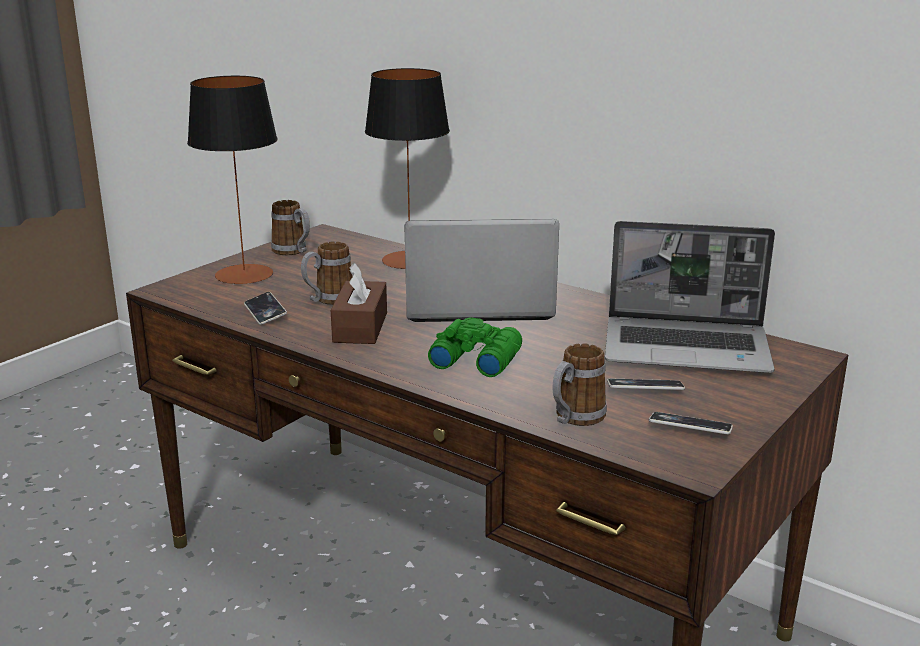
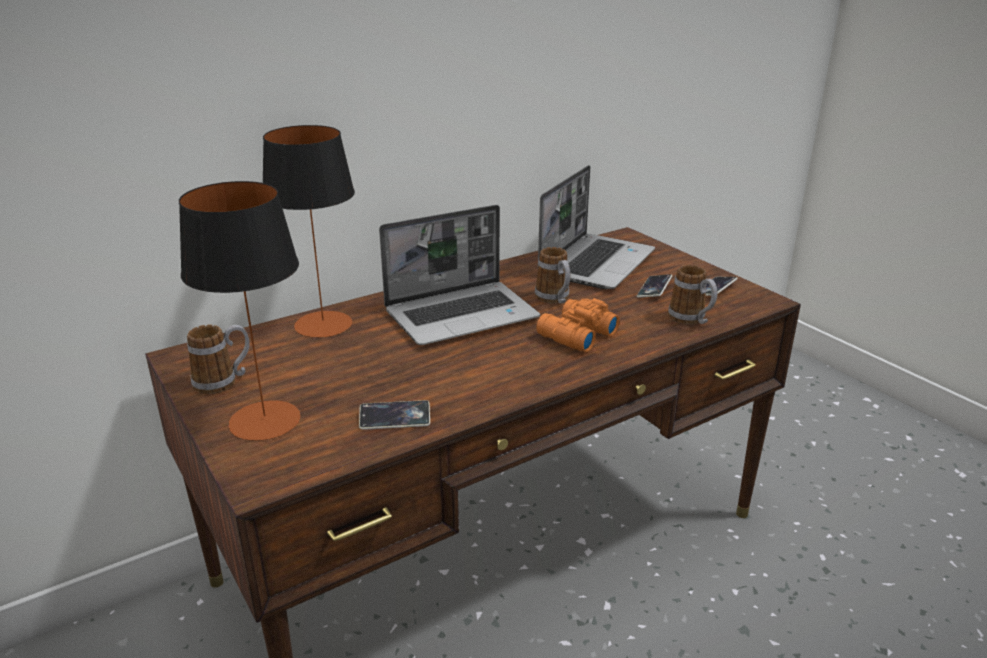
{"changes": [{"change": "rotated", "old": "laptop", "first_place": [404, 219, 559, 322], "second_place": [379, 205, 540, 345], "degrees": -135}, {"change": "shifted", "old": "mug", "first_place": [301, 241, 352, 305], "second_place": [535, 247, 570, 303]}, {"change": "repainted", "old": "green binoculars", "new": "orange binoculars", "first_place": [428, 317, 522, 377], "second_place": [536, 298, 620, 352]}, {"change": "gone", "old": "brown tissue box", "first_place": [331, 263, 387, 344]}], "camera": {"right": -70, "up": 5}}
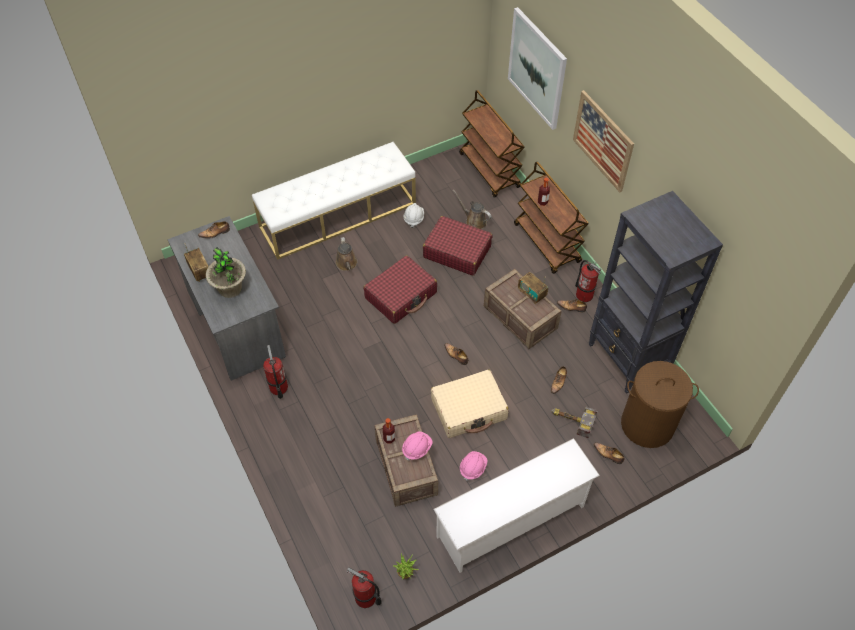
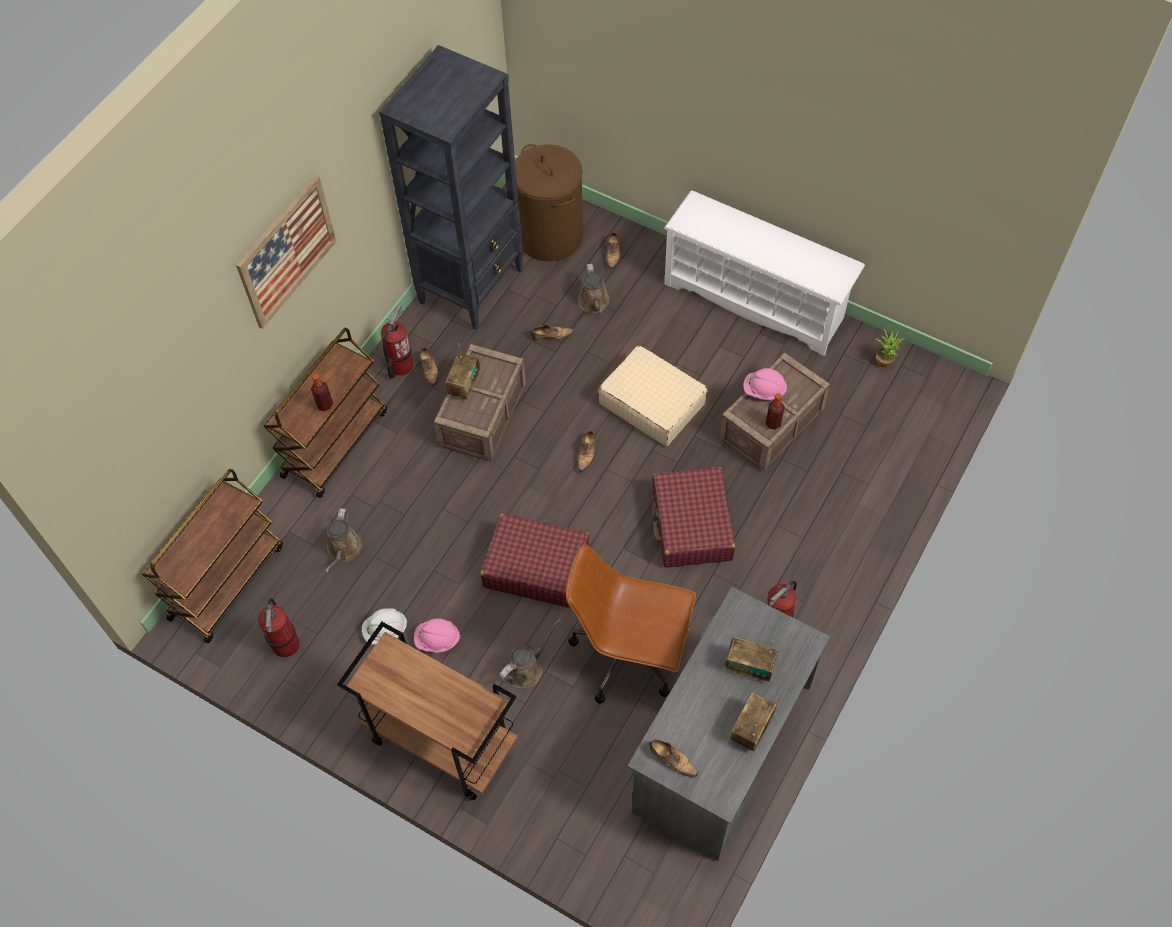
{"changes": [{"change": "shifted", "old": "fire extinguisher", "first_place": [347, 567, 382, 608], "second_place": [258, 598, 300, 657]}, {"change": "swapped", "old": "white bench", "new": "brown cart", "first_place": [252, 142, 416, 260], "second_place": [337, 621, 517, 800]}, {"change": "shifted", "old": "pink hard hat", "first_place": [460, 451, 488, 481], "second_place": [414, 618, 460, 653]}, {"change": "new", "new": "brown office chair", "second_place": [566, 544, 696, 704]}, {"change": "swapped", "old": "hammer", "new": "brown watering can", "first_place": [551, 407, 598, 439], "second_place": [578, 264, 610, 313]}, {"change": "shifted", "old": "red suitcase", "first_place": [423, 216, 492, 276], "second_place": [652, 467, 736, 568]}, {"change": "swapped", "old": "potted plant", "new": "radio", "first_place": [206, 247, 246, 298], "second_place": [724, 637, 778, 682]}, {"change": "gone", "old": "picture", "first_place": [508, 7, 567, 130]}], "camera": {"right": -120, "up": 5}}
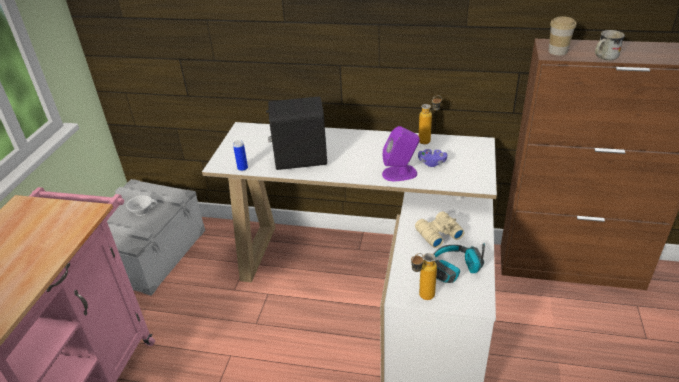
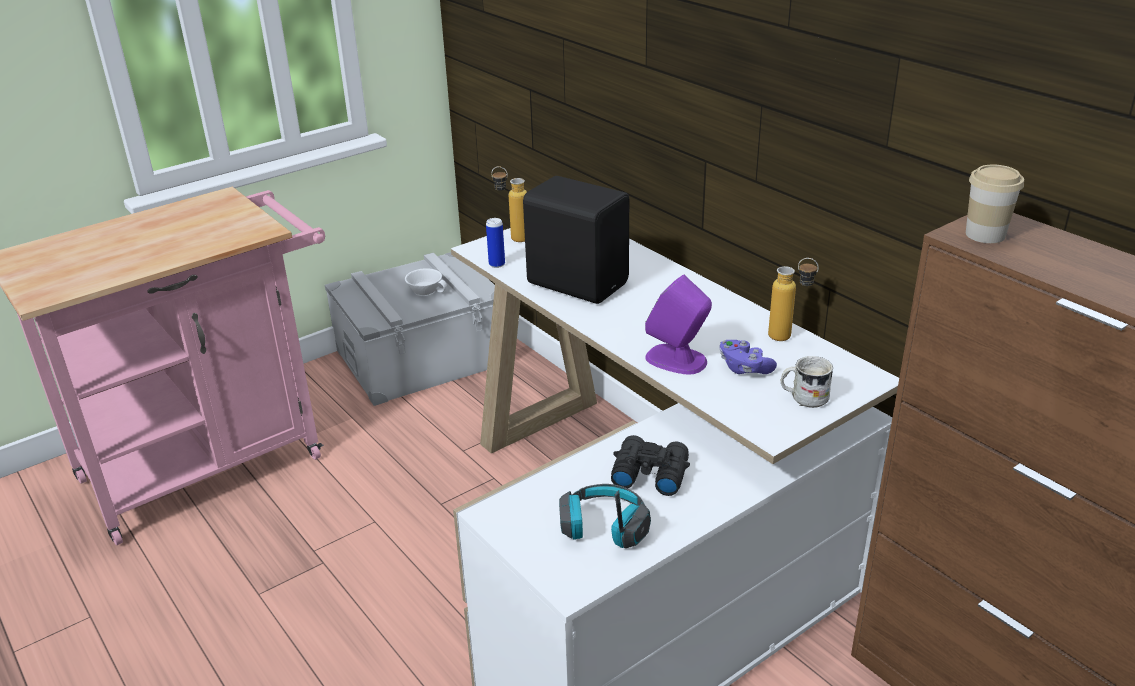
{"changes": [{"change": "shifted", "old": "bottle", "first_place": [411, 253, 437, 300], "second_place": [492, 166, 527, 242]}, {"change": "repainted", "old": "beige binoculars", "new": "black binoculars", "first_place": [415, 211, 464, 248], "second_place": [611, 435, 690, 496]}, {"change": "shifted", "old": "white mug", "first_place": [595, 30, 625, 61], "second_place": [781, 356, 833, 408]}], "camera": {"right": 40, "up": -5}}
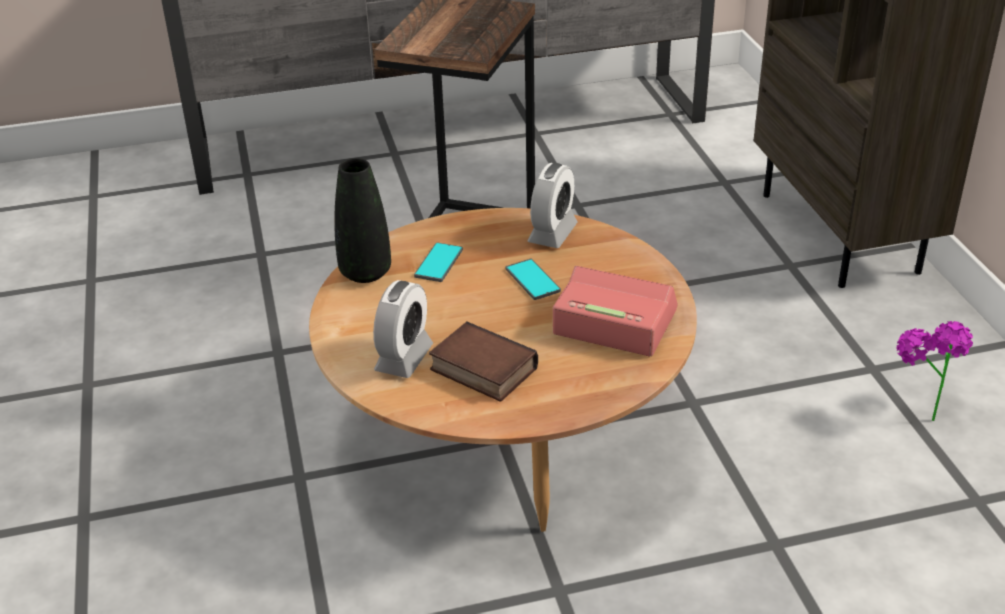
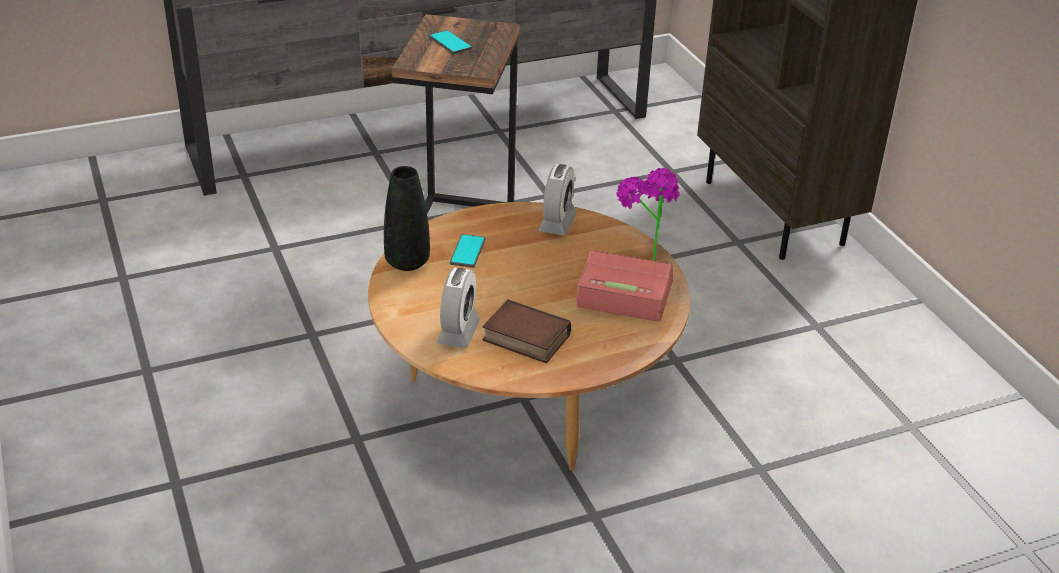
{"changes": [{"change": "shifted", "old": "phone", "first_place": [506, 259, 561, 300], "second_place": [429, 30, 472, 54]}, {"change": "shifted", "old": "potted plant", "first_place": [897, 321, 973, 421], "second_place": [617, 168, 680, 261]}], "camera": {"right": -10, "up": 0}}
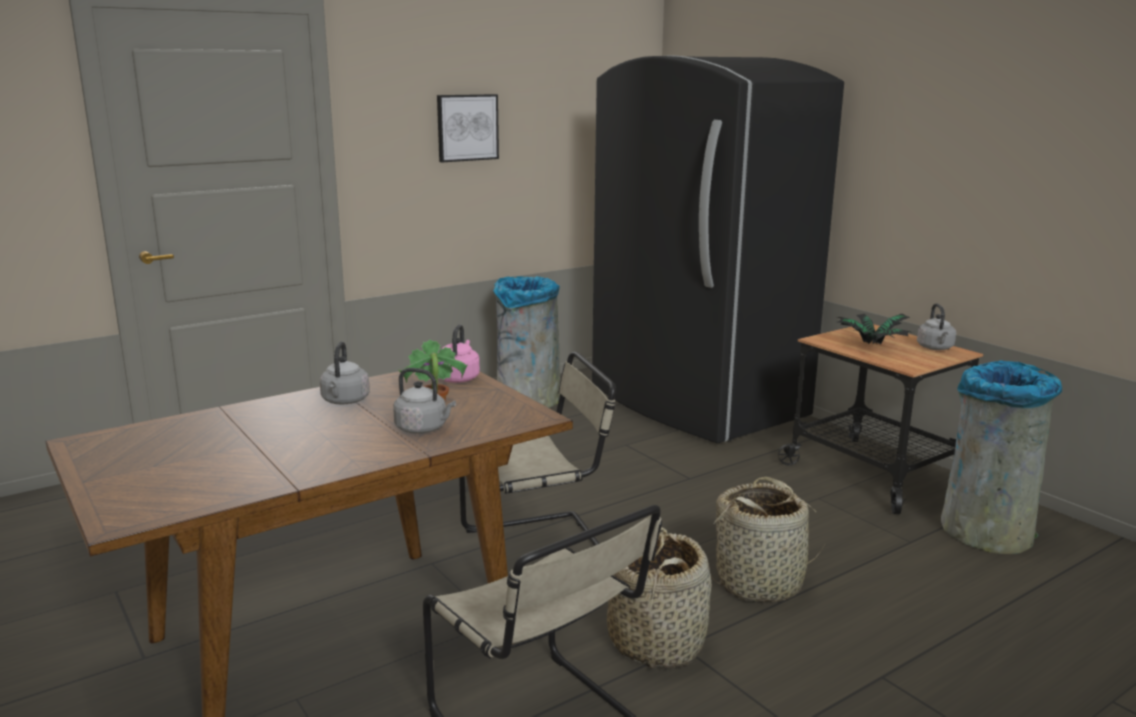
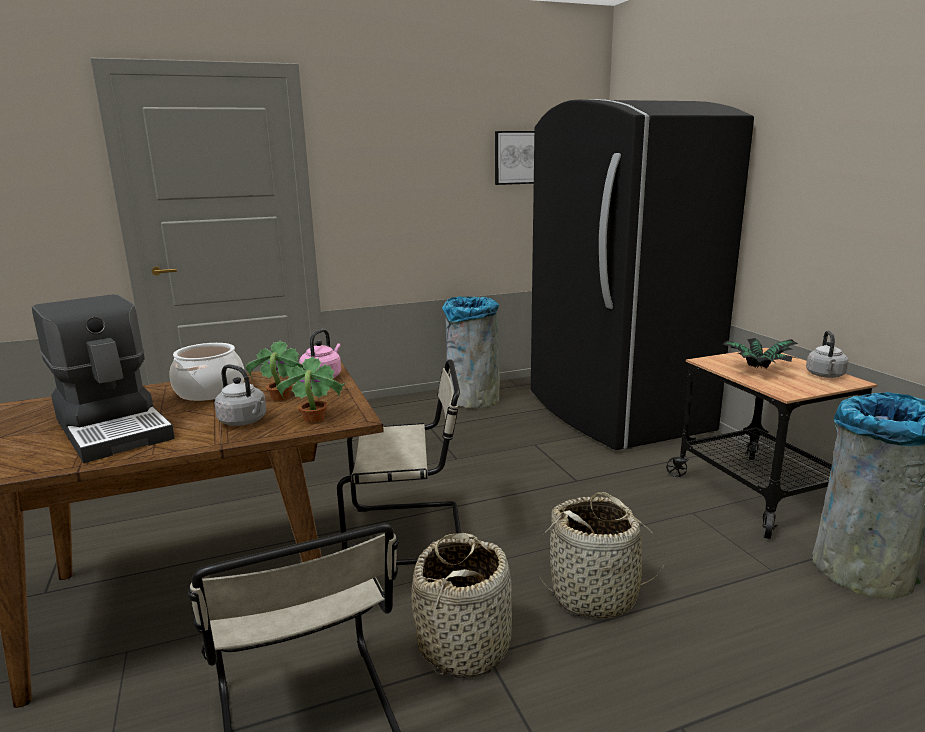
{"changes": [{"change": "new", "new": "coffee machine", "second_place": [32, 294, 175, 463]}, {"change": "swapped", "old": "grey kettle", "new": "cooking pot", "first_place": [320, 342, 370, 404], "second_place": [169, 343, 244, 401]}, {"change": "new", "new": "potted plant", "second_place": [276, 357, 346, 423]}, {"change": "shifted", "old": "picture", "first_place": [437, 94, 499, 162], "second_place": [495, 131, 534, 185]}], "camera": {"right": 15, "up": 0}}
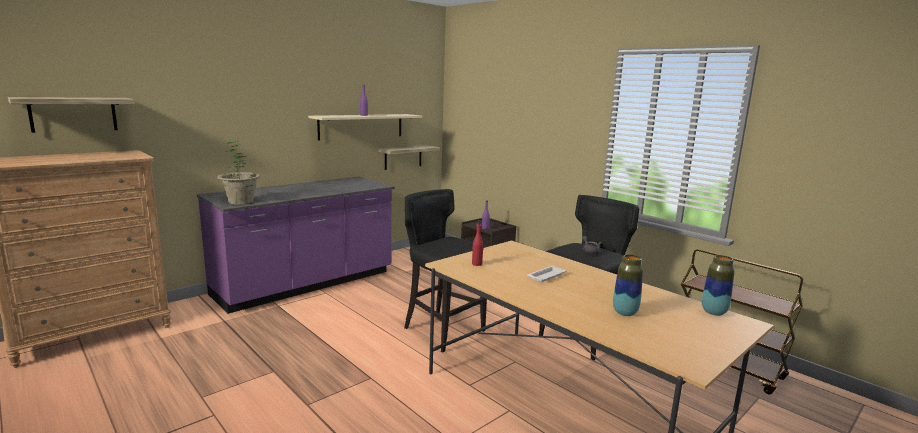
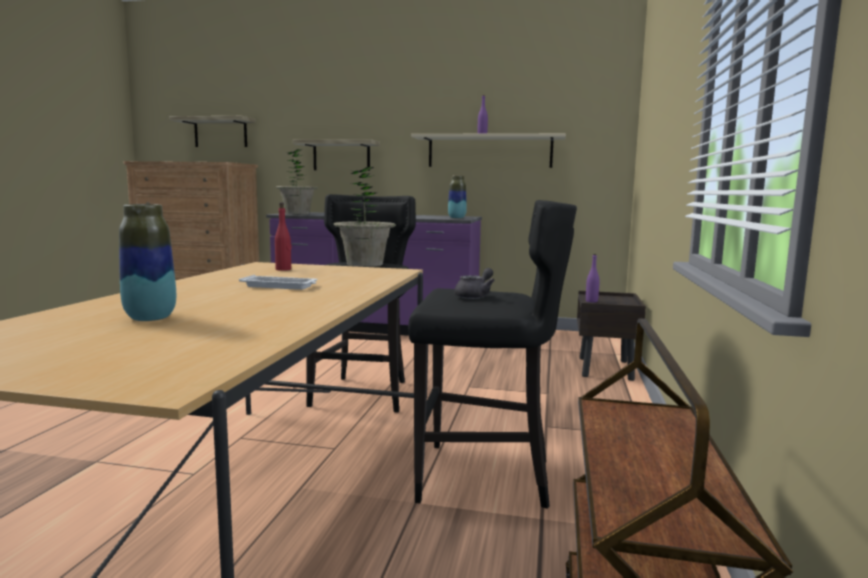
{"changes": [{"change": "shifted", "old": "shelf", "first_place": [378, 145, 440, 170], "second_place": [292, 139, 380, 171]}, {"change": "new", "new": "potted plant", "second_place": [334, 167, 396, 267]}, {"change": "shifted", "old": "vase", "first_place": [702, 255, 735, 316], "second_place": [448, 176, 467, 219]}], "camera": {"right": 55, "up": -5}}
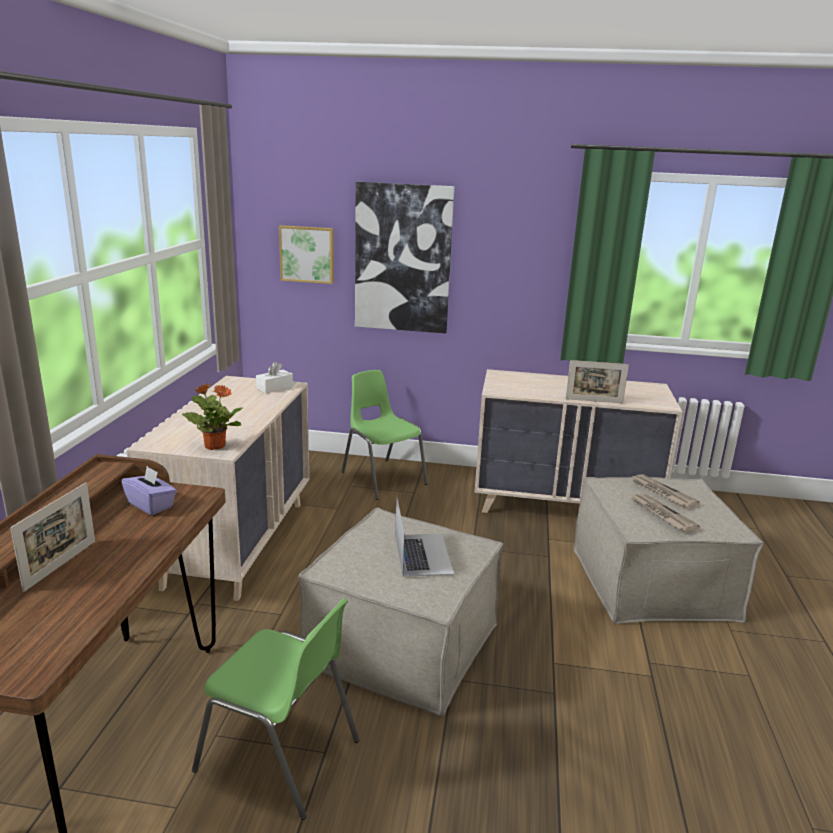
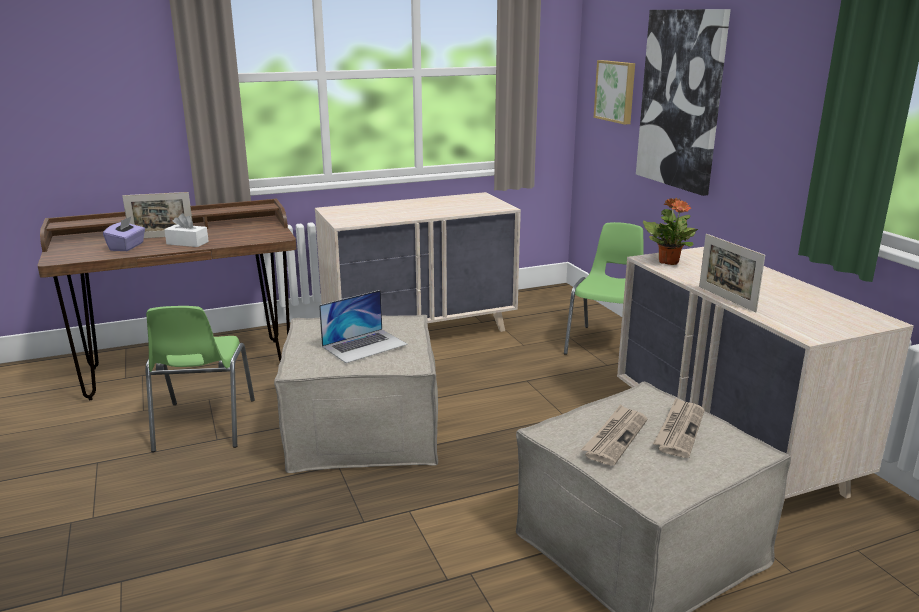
{"changes": [{"change": "shifted", "old": "purple tissue box", "first_place": [121, 466, 176, 515], "second_place": [103, 217, 145, 251]}, {"change": "shifted", "old": "white tissue box", "first_place": [256, 362, 293, 393], "second_place": [164, 213, 209, 247]}, {"change": "shifted", "old": "potted plant", "first_place": [182, 383, 243, 450], "second_place": [643, 198, 698, 265]}], "camera": {"right": 60, "up": 0}}
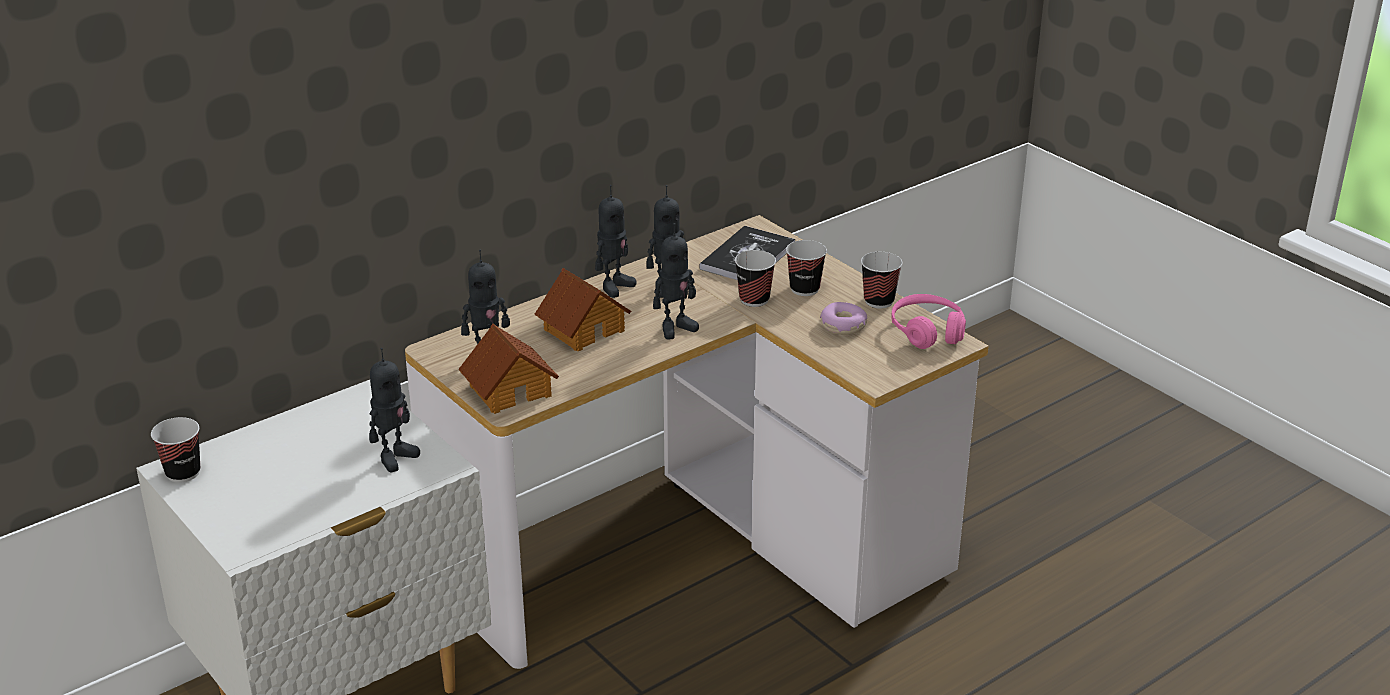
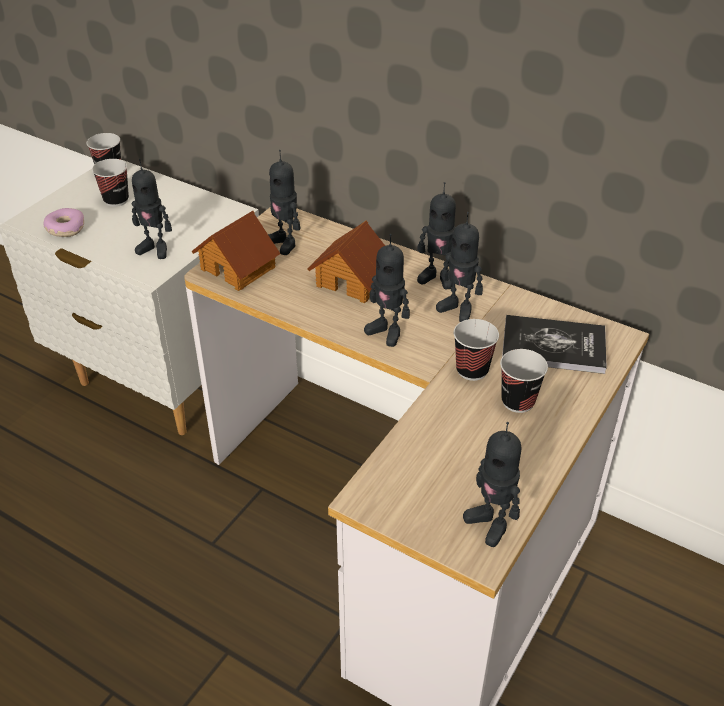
{"changes": [{"change": "shifted", "old": "donut", "first_place": [820, 302, 867, 335], "second_place": [44, 208, 84, 237]}, {"change": "shifted", "old": "cup", "first_place": [861, 252, 902, 308], "second_place": [92, 159, 129, 207]}, {"change": "swapped", "old": "pink headphones", "new": "toy robot", "first_place": [891, 294, 966, 349], "second_place": [463, 422, 521, 547]}], "camera": {"right": 70, "up": 10}}
